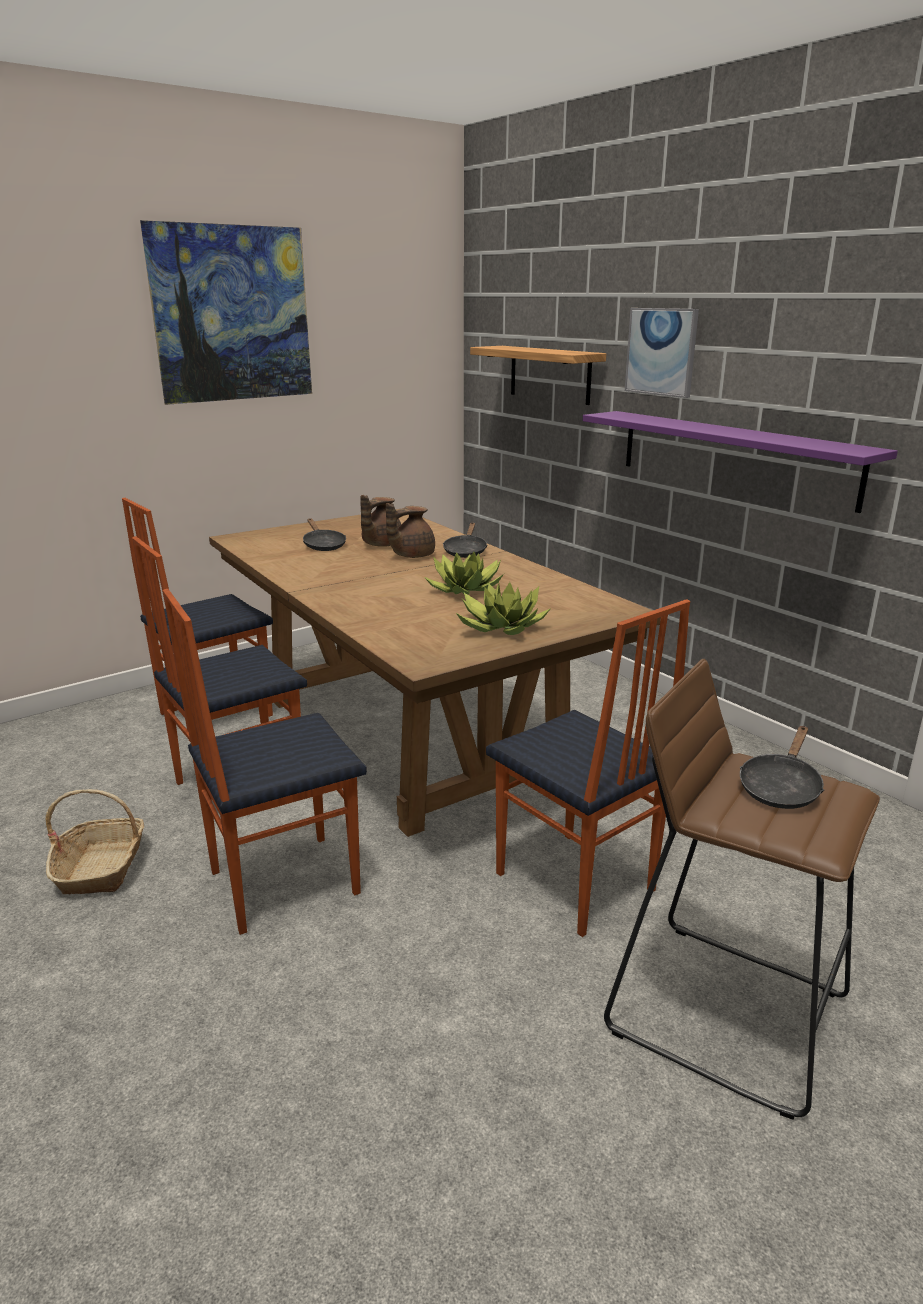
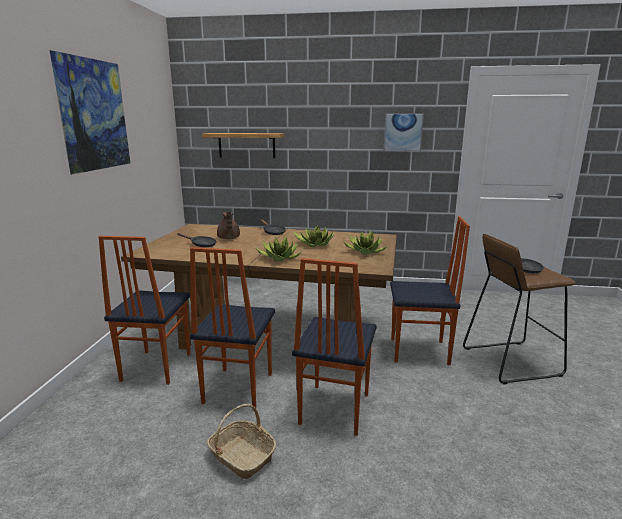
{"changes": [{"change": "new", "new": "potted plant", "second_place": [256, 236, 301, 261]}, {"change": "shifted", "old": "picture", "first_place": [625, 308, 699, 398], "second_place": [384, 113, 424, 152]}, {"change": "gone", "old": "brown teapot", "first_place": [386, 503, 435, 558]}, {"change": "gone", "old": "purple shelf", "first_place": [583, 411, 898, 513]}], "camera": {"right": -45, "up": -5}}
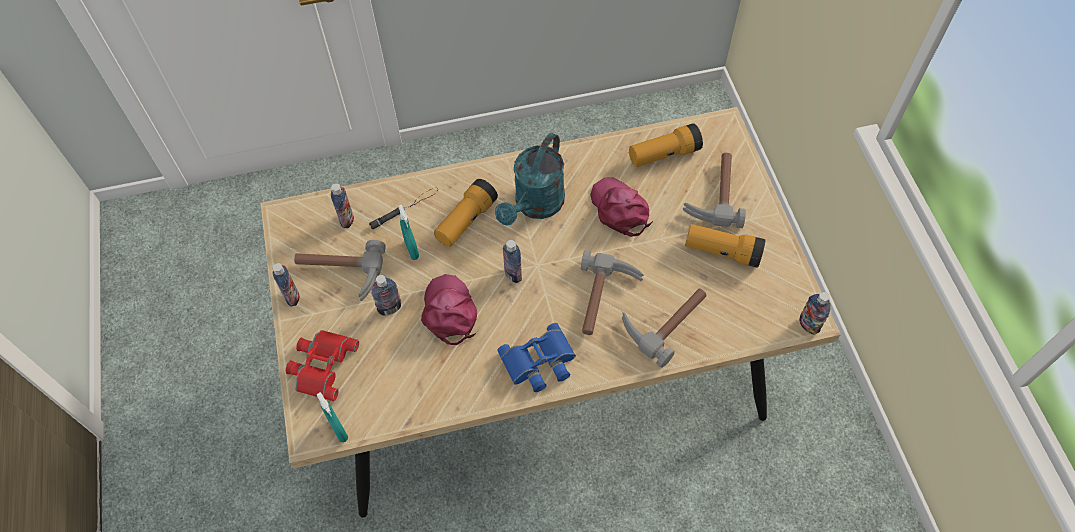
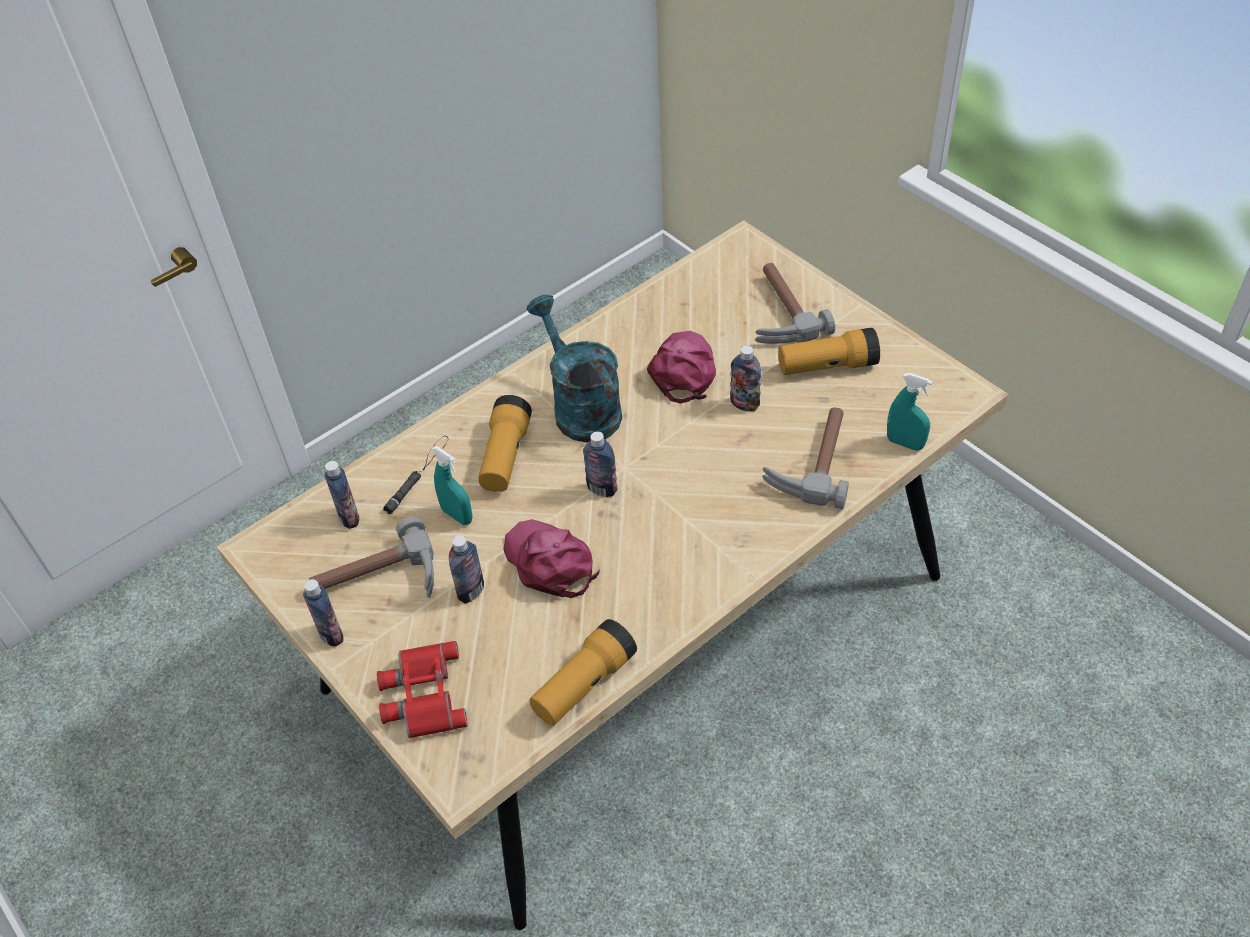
{"changes": [{"change": "rotated", "old": "turquoise watering can", "first_place": [495, 133, 565, 225], "second_place": [527, 295, 622, 443], "degrees": 150}, {"change": "shifted", "old": "flashlight", "first_place": [629, 123, 703, 167], "second_place": [530, 619, 637, 726]}, {"change": "rotated", "old": "pink cap", "first_place": [590, 177, 653, 237], "second_place": [647, 331, 716, 403], "degrees": 60}, {"change": "shifted", "old": "bottle", "first_place": [799, 292, 831, 335], "second_place": [730, 346, 761, 411]}, {"change": "shifted", "old": "turquoise spray bottle", "first_place": [317, 392, 348, 442], "second_place": [887, 373, 933, 451]}, {"change": "gone", "old": "blue binoculars", "first_place": [498, 323, 576, 392]}, {"change": "gone", "old": "hammer", "first_place": [581, 250, 644, 335]}], "camera": {"right": -25, "up": -10}}
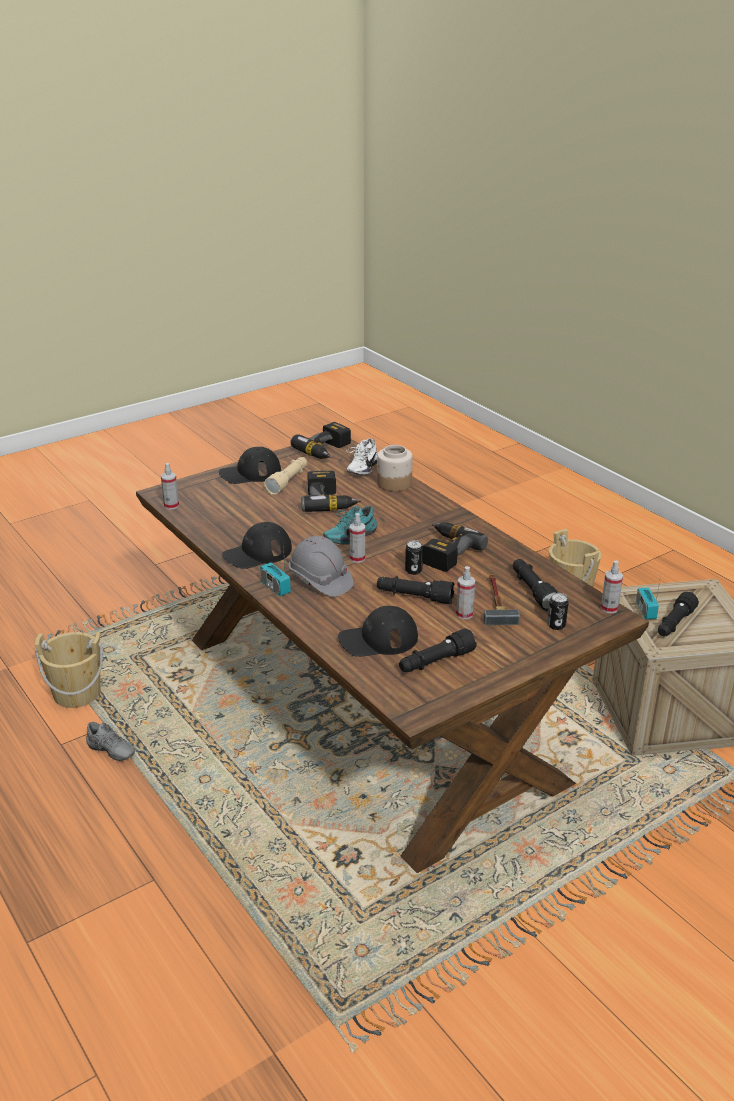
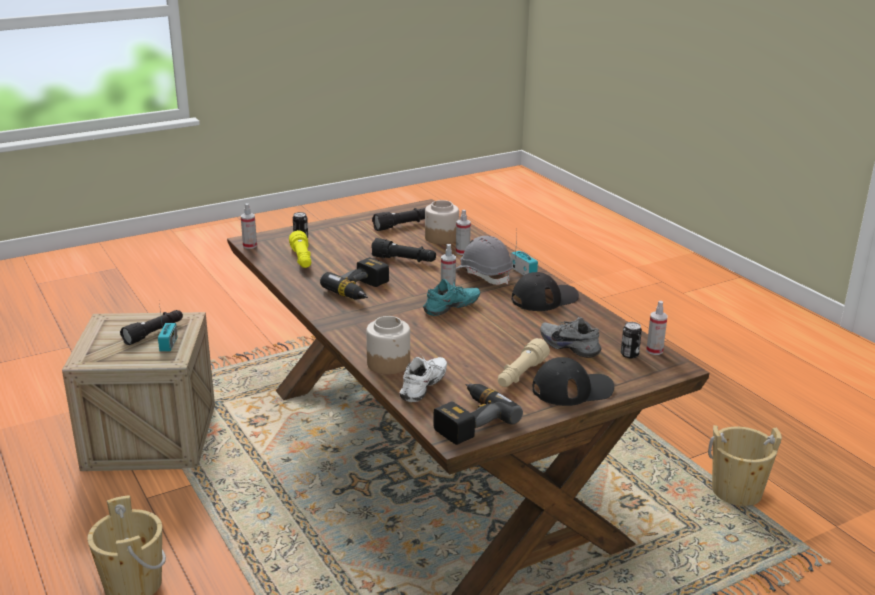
{"changes": [{"change": "repainted", "old": "black flashlight", "new": "yellow flashlight", "first_place": [513, 559, 559, 611], "second_place": [289, 230, 311, 268]}, {"change": "swapped", "old": "black cap", "new": "jar", "first_place": [338, 606, 418, 657], "second_place": [425, 200, 459, 244]}, {"change": "shifted", "old": "spray bottle", "first_place": [456, 566, 475, 619], "second_place": [456, 210, 471, 255]}, {"change": "shifted", "old": "grey shoe", "first_place": [86, 722, 135, 761], "second_place": [540, 317, 602, 358]}, {"change": "shifted", "old": "can", "first_place": [405, 540, 423, 575], "second_place": [621, 322, 642, 358]}, {"change": "gone", "old": "power drill", "first_place": [301, 471, 361, 512]}, {"change": "gone", "old": "hammer", "first_place": [483, 574, 520, 625]}], "camera": {"right": -175, "up": -5}}
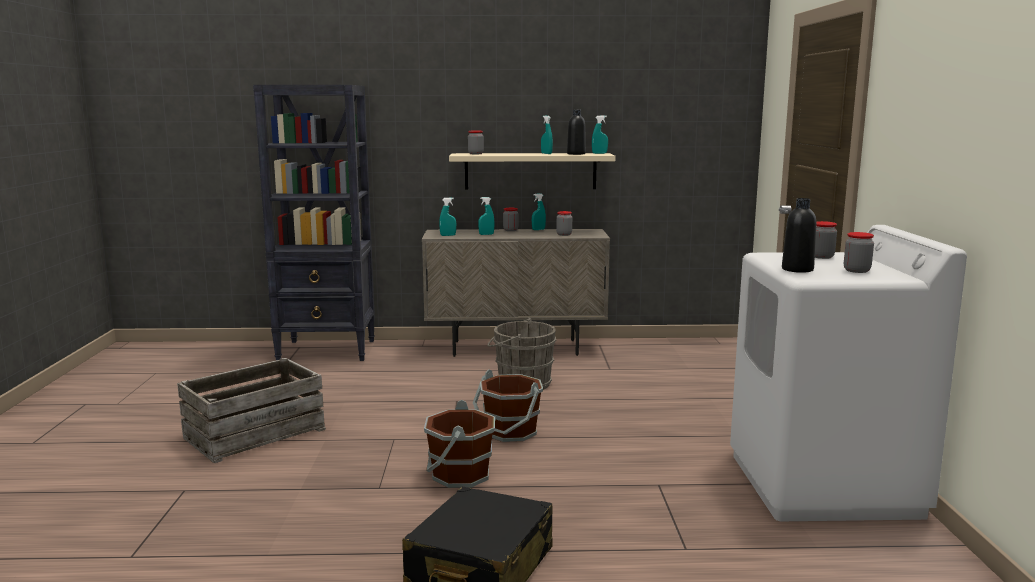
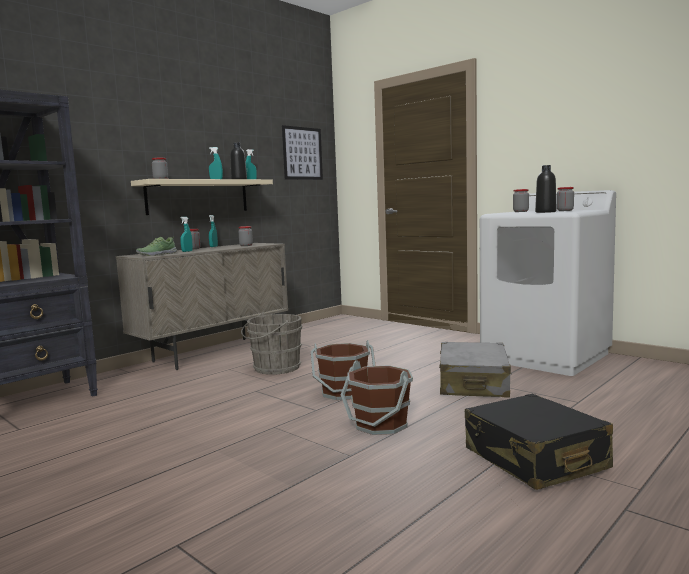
{"changes": [{"change": "swapped", "old": "turquoise spray bottle", "new": "shoe", "first_place": [439, 198, 456, 236], "second_place": [136, 236, 177, 256]}, {"change": "new", "new": "picture", "second_place": [282, 125, 323, 180]}, {"change": "new", "new": "grey suitcase", "second_place": [439, 342, 512, 398]}, {"change": "gone", "old": "crate", "first_place": [177, 358, 326, 463]}], "camera": {"right": -45, "up": -5}}
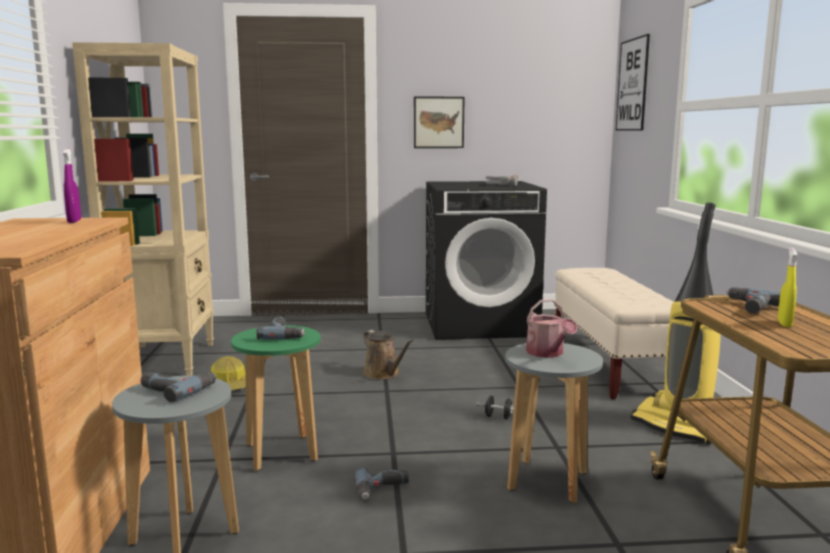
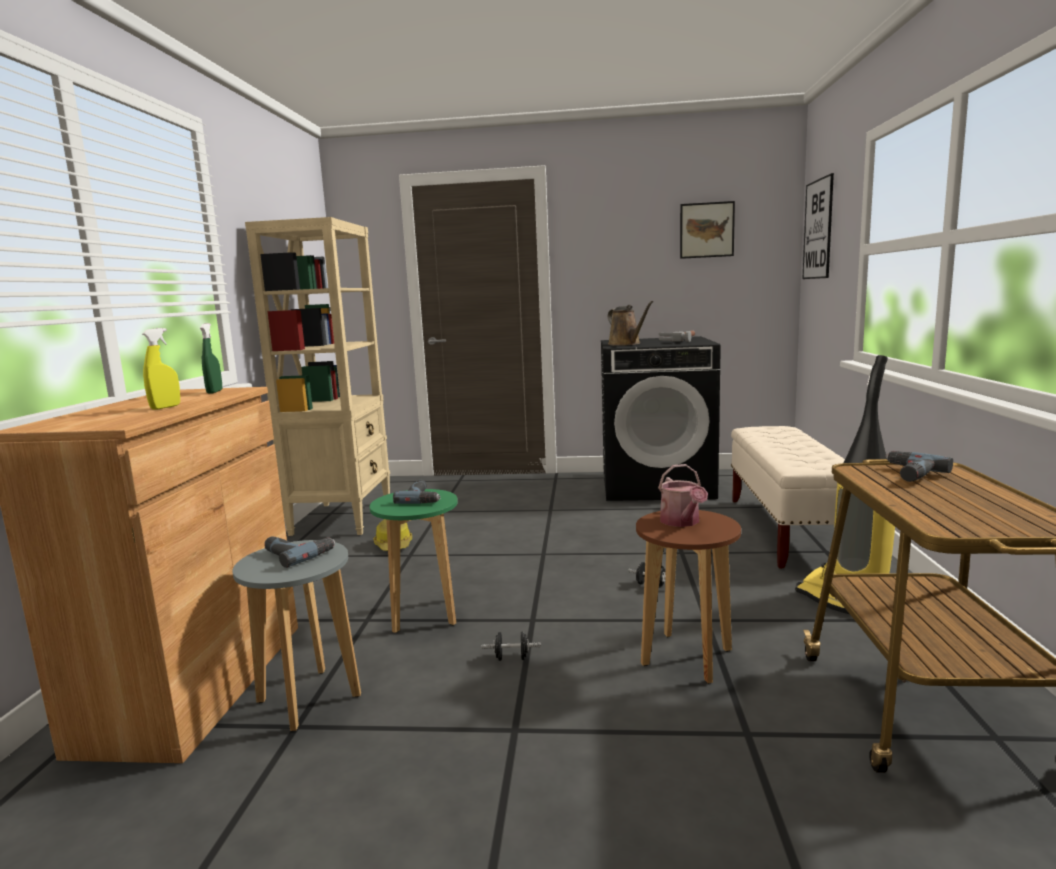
{"changes": [{"change": "shifted", "old": "yellow spray bottle", "first_place": [778, 248, 798, 327], "second_place": [142, 328, 180, 410]}, {"change": "repainted", "old": "purple spray bottle", "new": "green spray bottle", "first_place": [63, 149, 81, 223], "second_place": [200, 323, 222, 394]}, {"change": "swapped", "old": "power drill", "new": "black dumbbell", "first_place": [355, 467, 409, 500], "second_place": [482, 631, 541, 661]}, {"change": "shifted", "old": "brown watering can", "first_place": [363, 330, 414, 379], "second_place": [608, 301, 653, 346]}, {"change": "repainted", "old": "grey stool", "new": "brown stool", "first_place": [505, 343, 603, 503], "second_place": [636, 510, 741, 684]}, {"change": "shifted", "old": "picture", "first_place": [414, 97, 465, 148], "second_place": [680, 201, 735, 259]}], "camera": {"right": 10, "up": 0}}
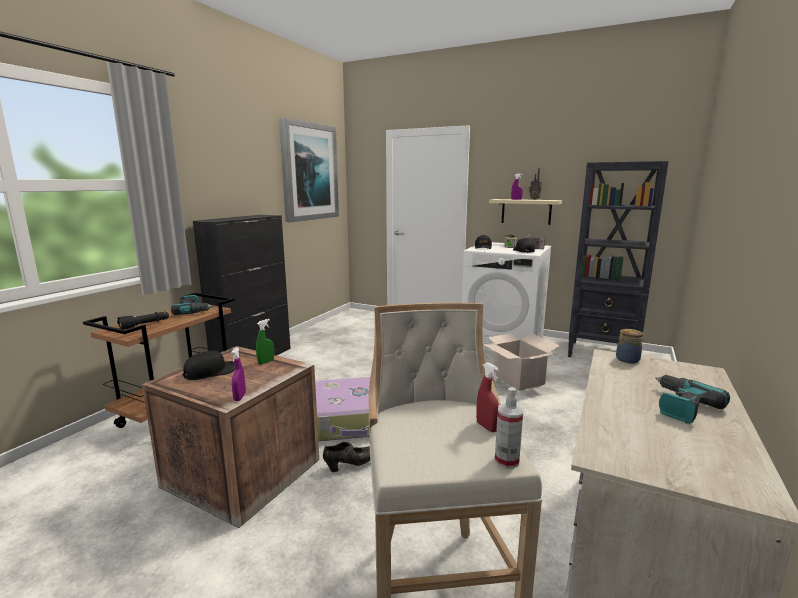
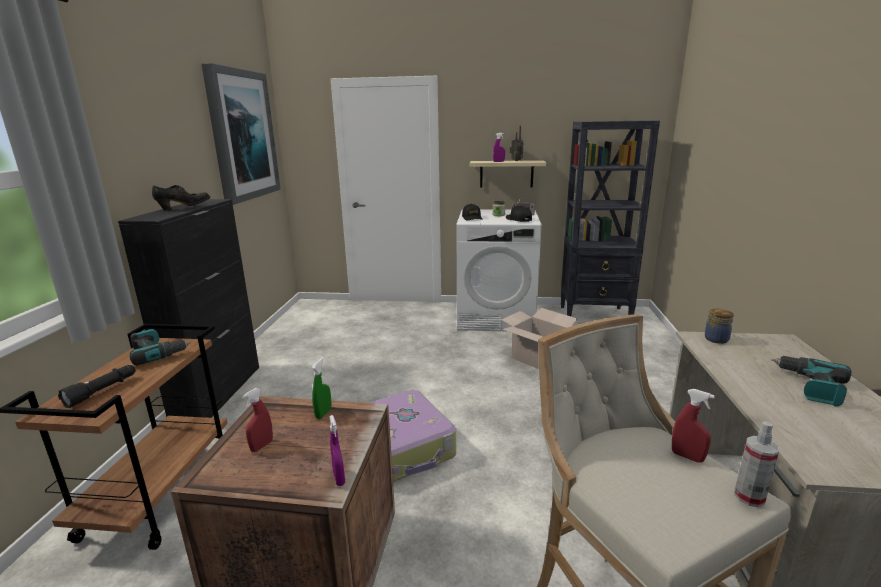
{"changes": [{"change": "shifted", "old": "black shoe", "first_place": [323, 442, 370, 472], "second_place": [152, 185, 210, 211]}, {"change": "swapped", "old": "black cap", "new": "red spray bottle", "first_place": [182, 350, 235, 380], "second_place": [243, 388, 273, 452]}], "camera": {"right": -20, "up": 5}}
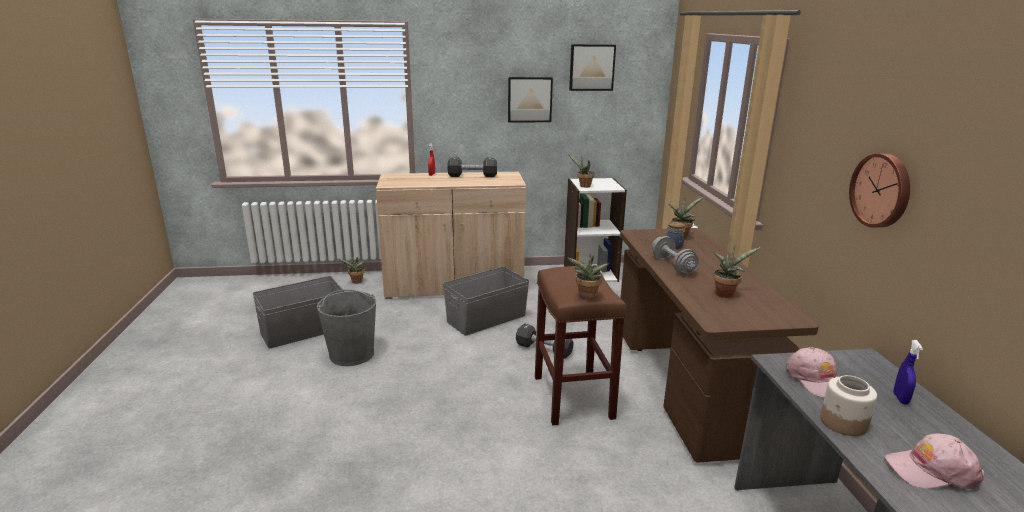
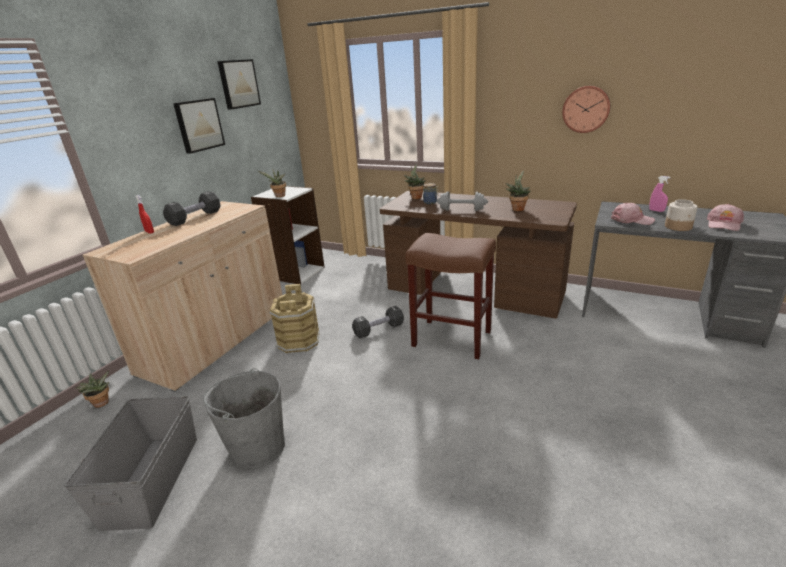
{"changes": [{"change": "swapped", "old": "grey storage box", "new": "brown bucket", "first_place": [443, 266, 529, 336], "second_place": [269, 284, 320, 353]}, {"change": "repainted", "old": "blue spray bottle", "new": "pink spray bottle", "first_place": [893, 340, 923, 404], "second_place": [649, 176, 671, 212]}, {"change": "gone", "old": "potted plant", "first_place": [567, 255, 610, 299]}], "camera": {"right": -55, "up": 5}}
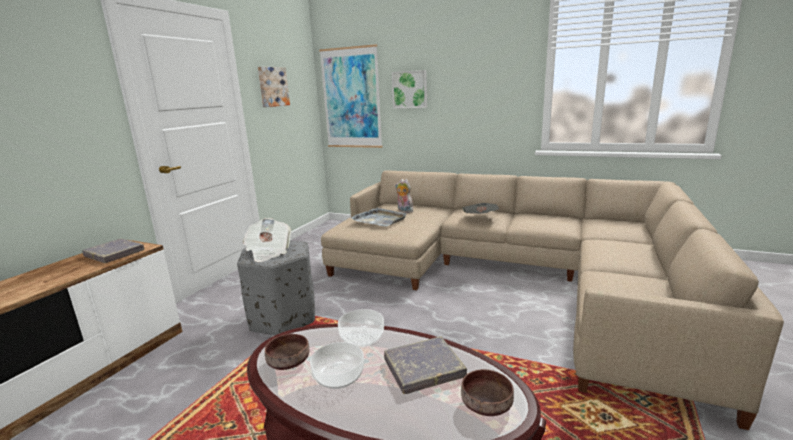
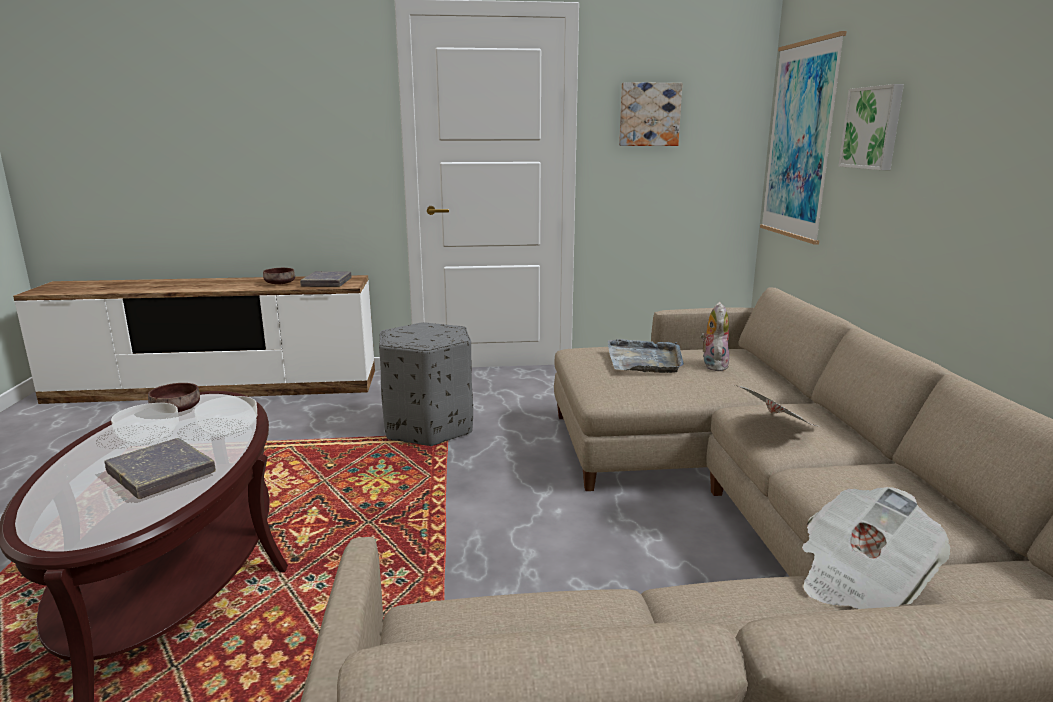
{"changes": [{"change": "shifted", "old": "brown bowl", "first_place": [461, 369, 514, 416], "second_place": [263, 268, 295, 284]}, {"change": "shifted", "old": "newspaper", "first_place": [243, 218, 291, 262], "second_place": [802, 487, 951, 609]}], "camera": {"right": 60, "up": 0}}
